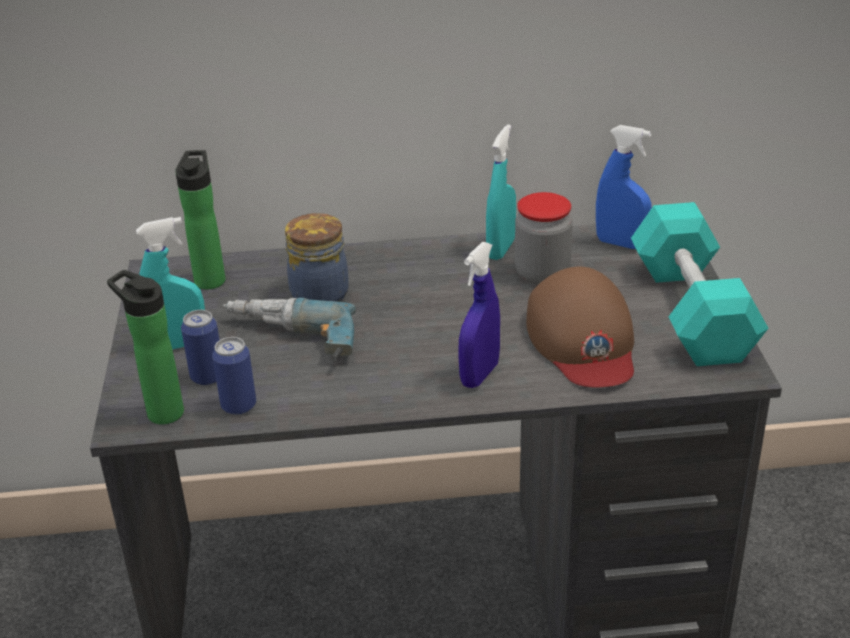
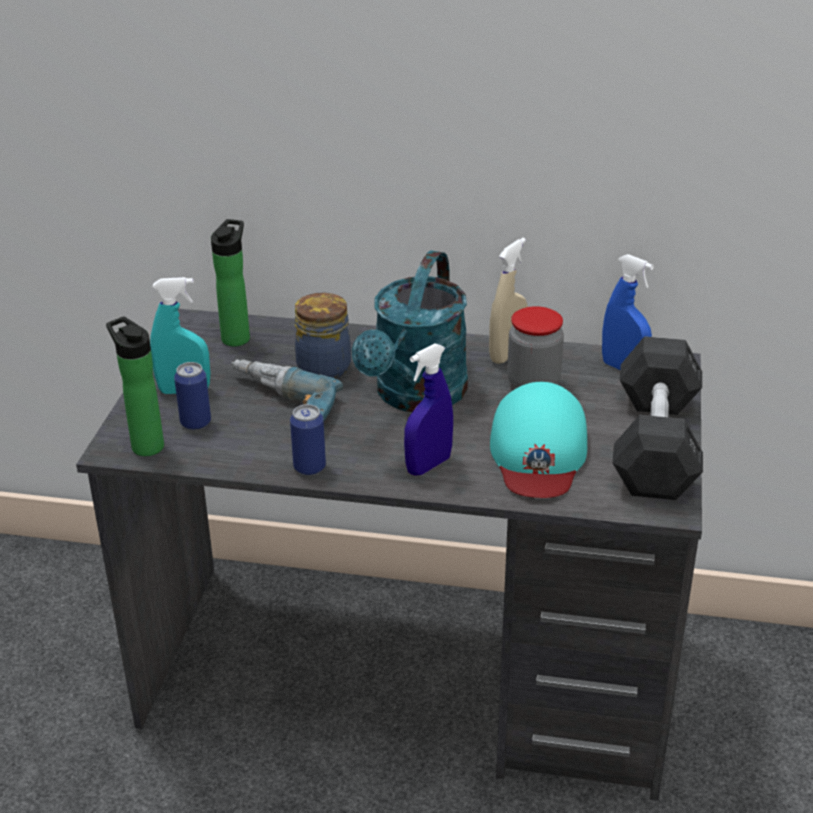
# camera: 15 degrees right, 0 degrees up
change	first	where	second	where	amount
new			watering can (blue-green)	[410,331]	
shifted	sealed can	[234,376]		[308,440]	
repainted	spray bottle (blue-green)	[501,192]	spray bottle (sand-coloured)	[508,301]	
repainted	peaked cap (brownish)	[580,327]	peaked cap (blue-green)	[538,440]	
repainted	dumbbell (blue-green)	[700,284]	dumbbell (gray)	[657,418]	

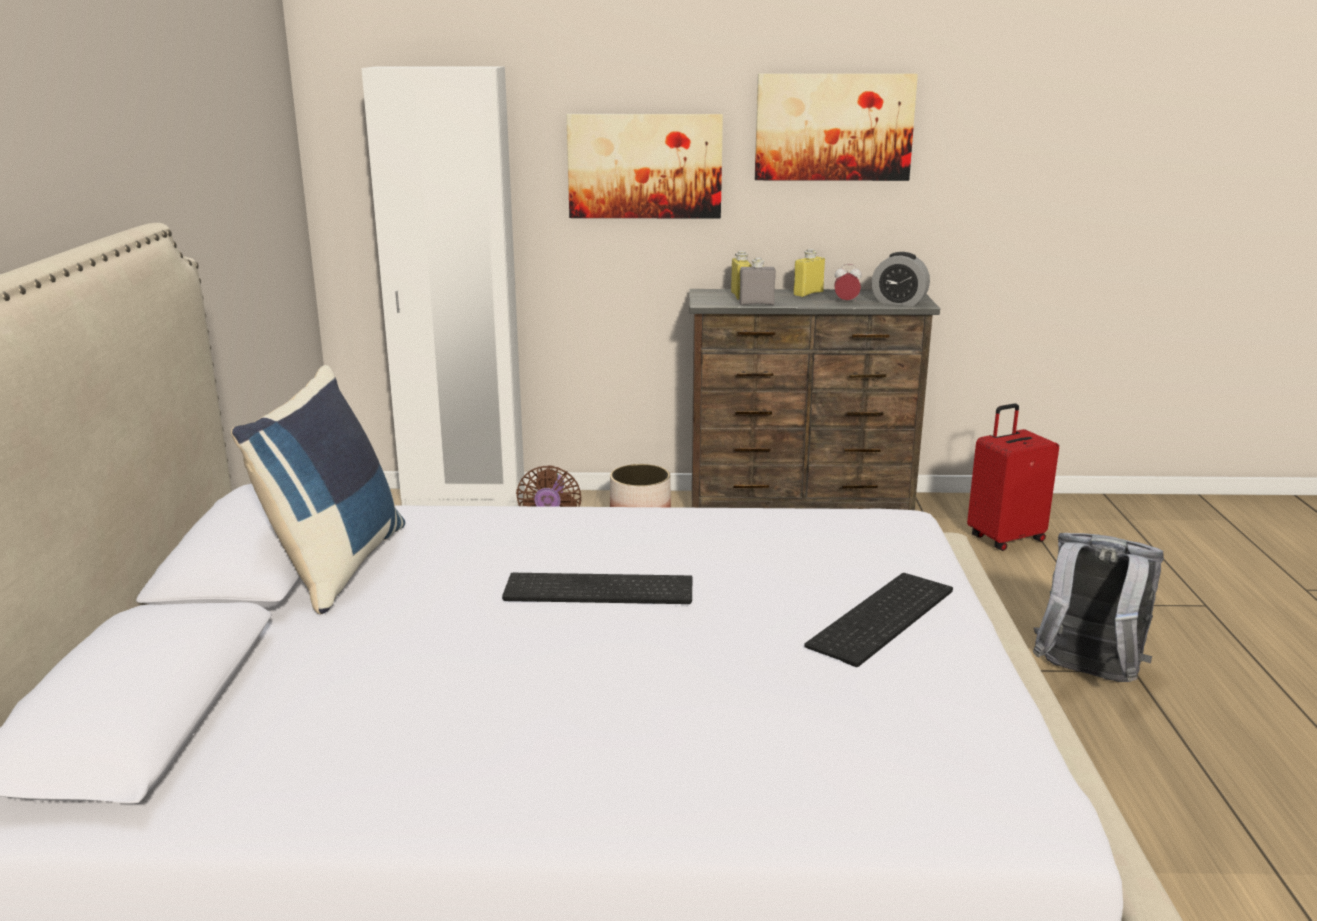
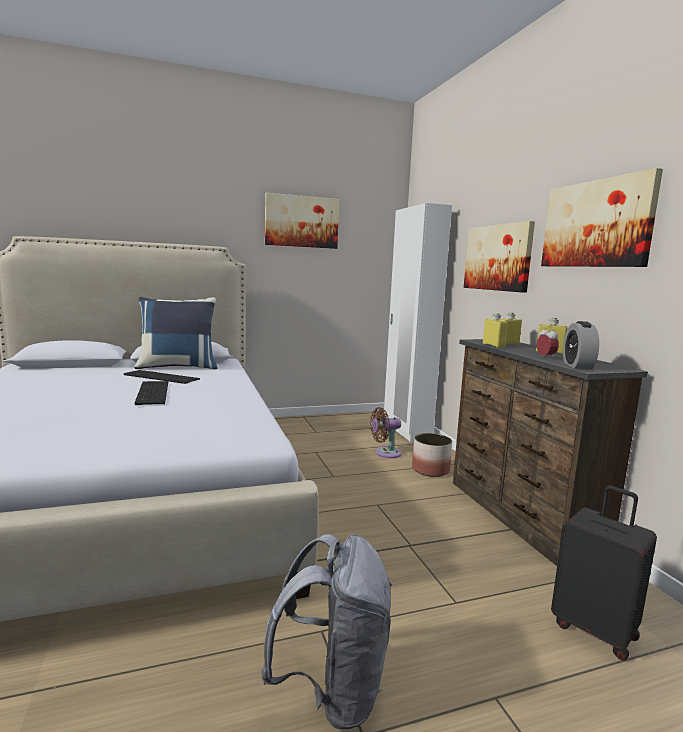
# camera: 70 degrees right, 10 degrees down
change	first	where	second	where	amount
new			wall art	[302,221]	
shifted	PC keyboard	[878,620]		[162,377]	
repainted	bottle (gray)	[757,281]	bottle (yellow-coloured)	[495,330]	
repainted	travel case (red)	[1013,477]	travel case (black)	[604,573]	

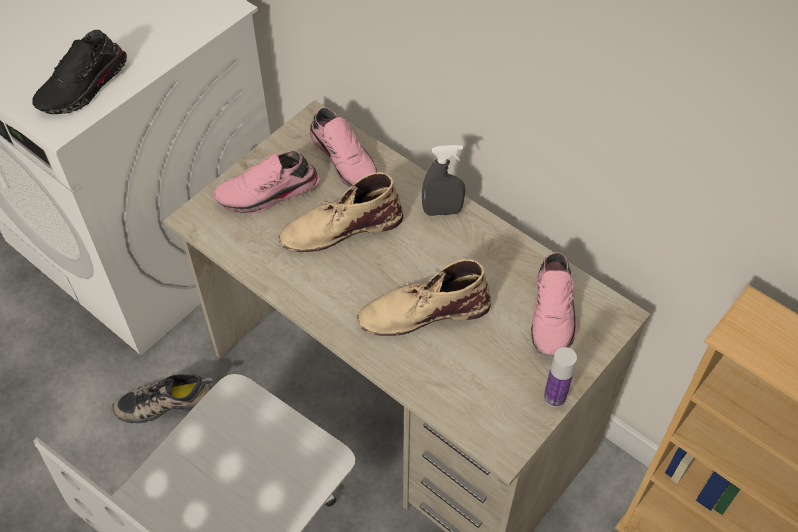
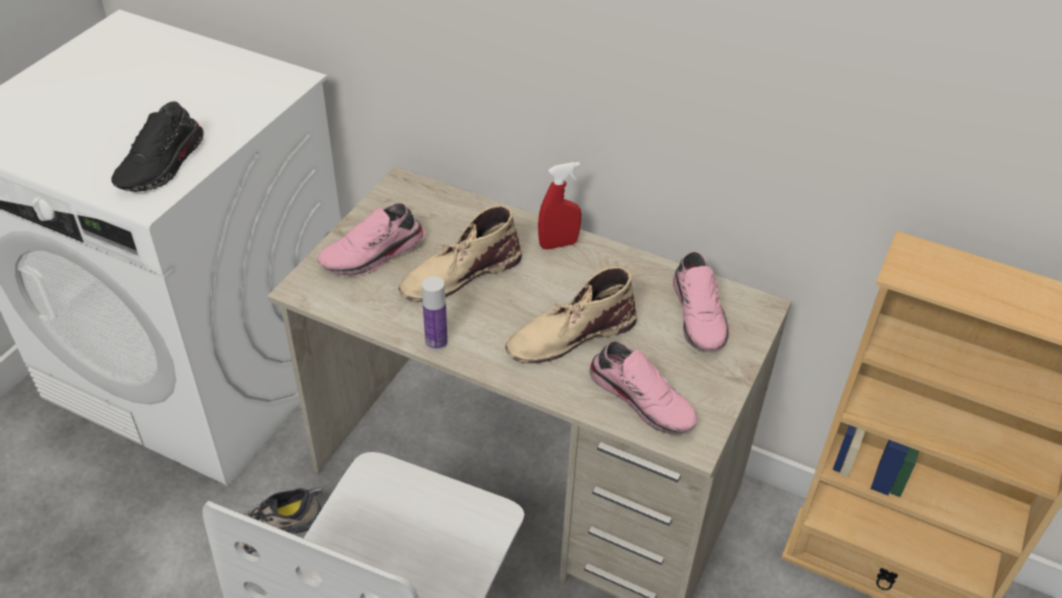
# camera: 15 degrees left, 10 degrees down
change	first	where	second	where	amount
shifted	shoe (pinkish)	[343,147]		[643,387]	
shifted	bottle	[560,377]		[435,313]	
repainted	spray bottle (gray)	[444,180]	spray bottle (red)	[559,206]	

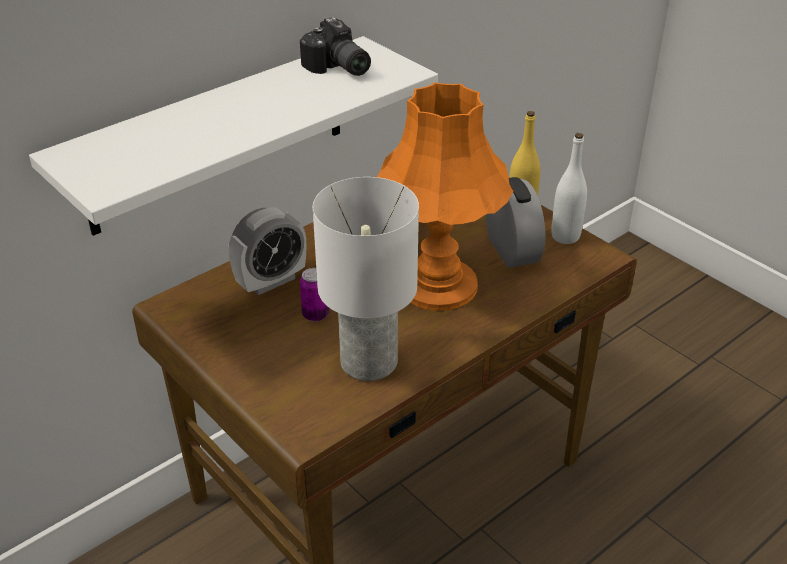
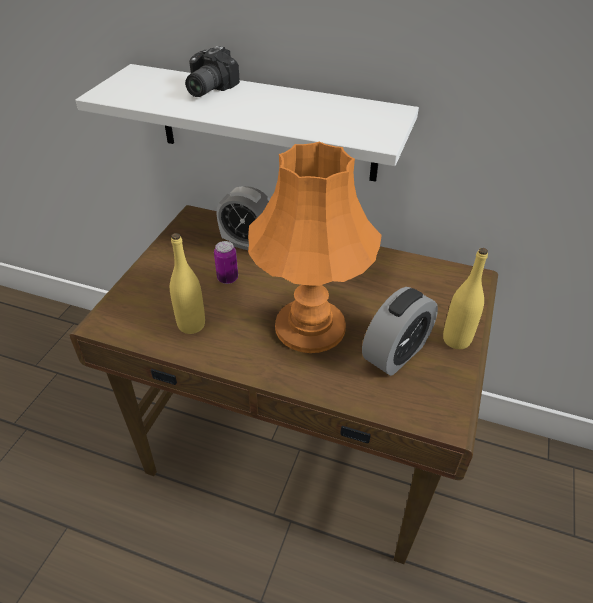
# camera: 60 degrees right, 5 degrees up
change	first	where	second	where	amount
gone	bottle (white-coloured)	[569,188]			
shifted	photo camera	[335,46]		[212,71]	
swapped	tabletop lamp (white-coloured)	[366,279]	bottle (yellow-coloured)	[187,283]	

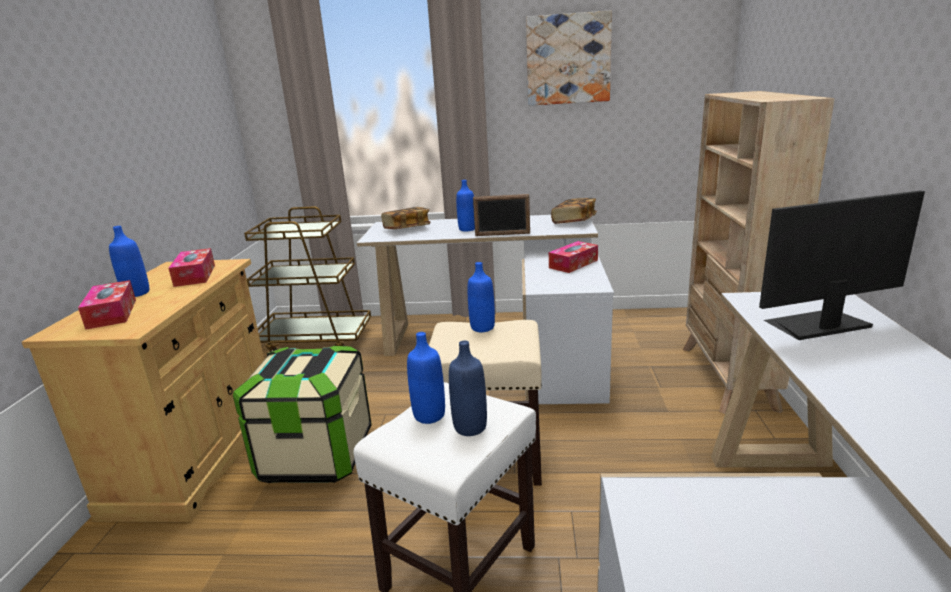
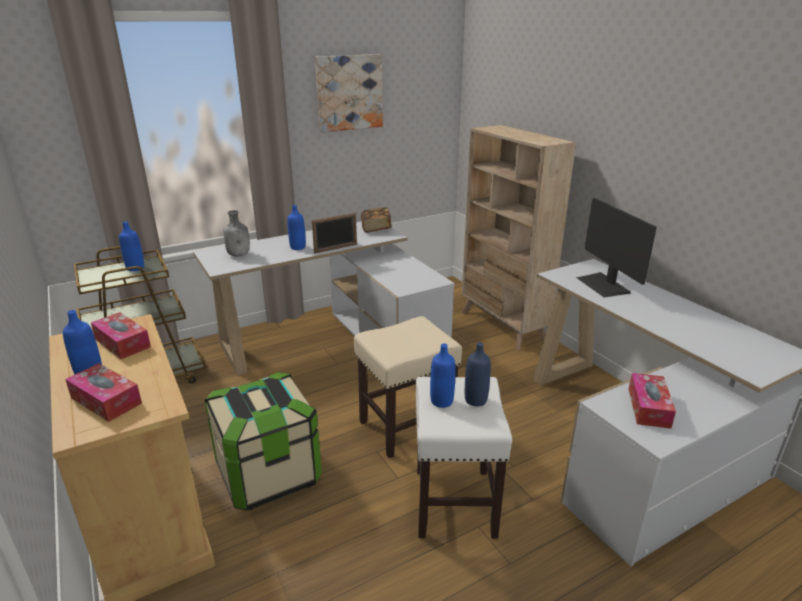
# camera: 35 degrees left, 5 degrees up
change	first	where	second	where	amount
shifted	bottle (blue-coloured)	[481,297]		[131,246]	
shifted	tissue holder	[573,257]		[652,401]	
swapped	bound book	[406,218]	bottle (gray)	[236,233]	
rotated	computer display	[842,265]		[616,247]	60 degrees counterclockwise

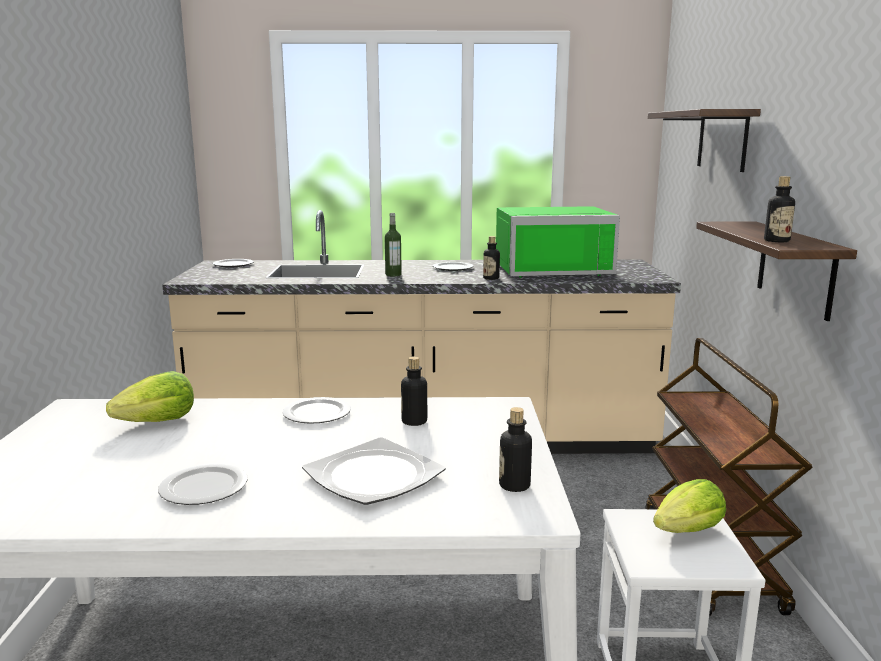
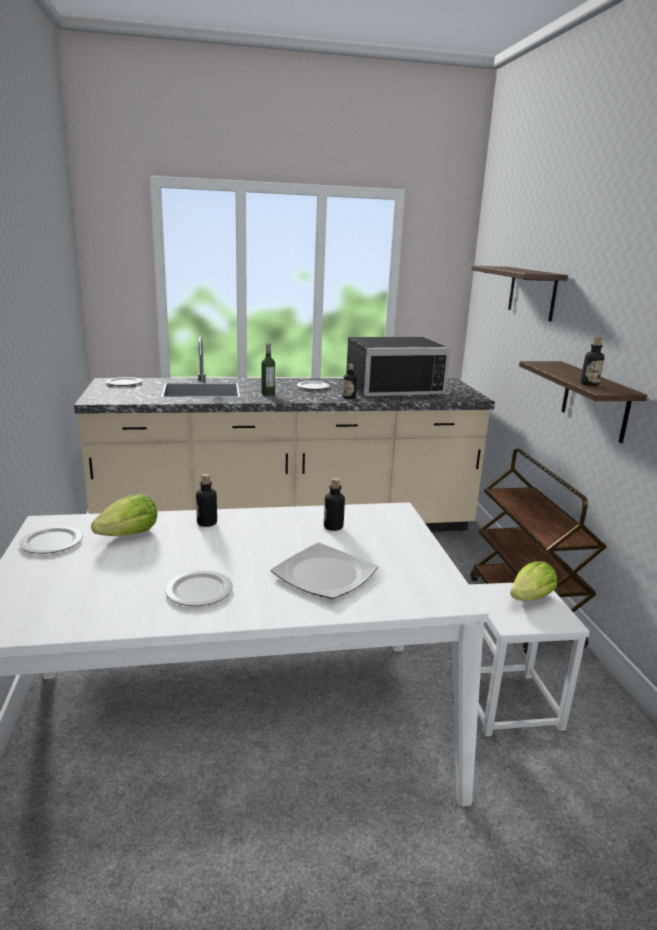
# camera: 10 degrees left, 5 degrees up
change	first	where	second	where	amount
shifted	flat dish	[316,410]		[51,540]	
shifted	bottle	[515,449]		[206,500]	
repainted	microwave oven (green)	[558,242]	microwave oven (black)	[398,367]	

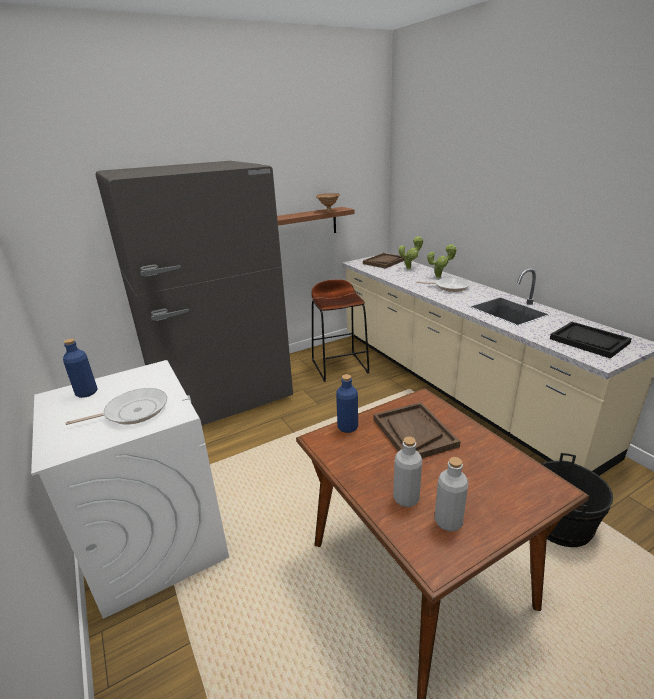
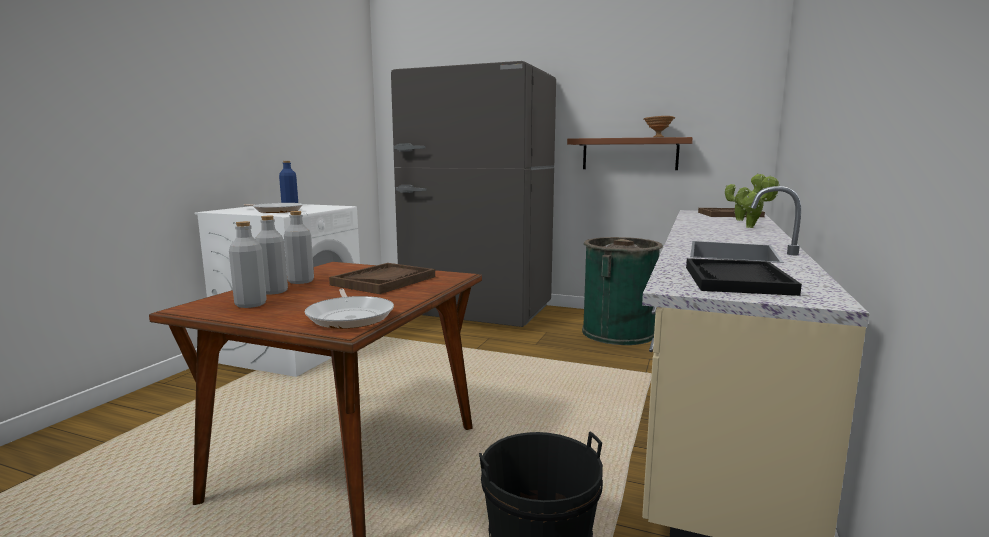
# camera: 50 degrees right, 15 degrees down
change	first	where	second	where	amount
gone	bottle (blue-coloured)	[347,403]			
new			bottle (gray)	[299,247]	
shifted	frying pan	[443,285]		[349,308]	
swapped	stool seat (brownish)	[340,330]	waste bin (green)	[622,291]	

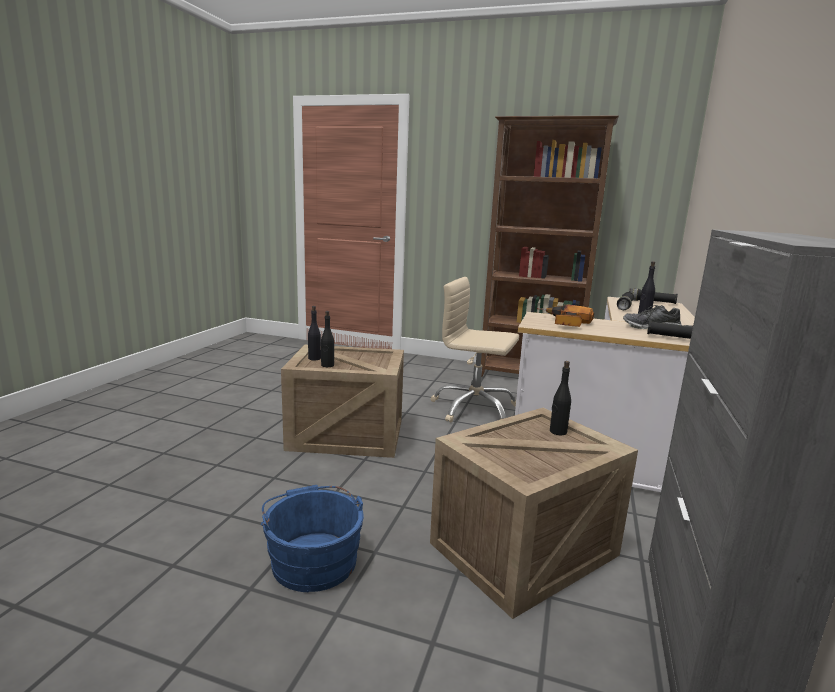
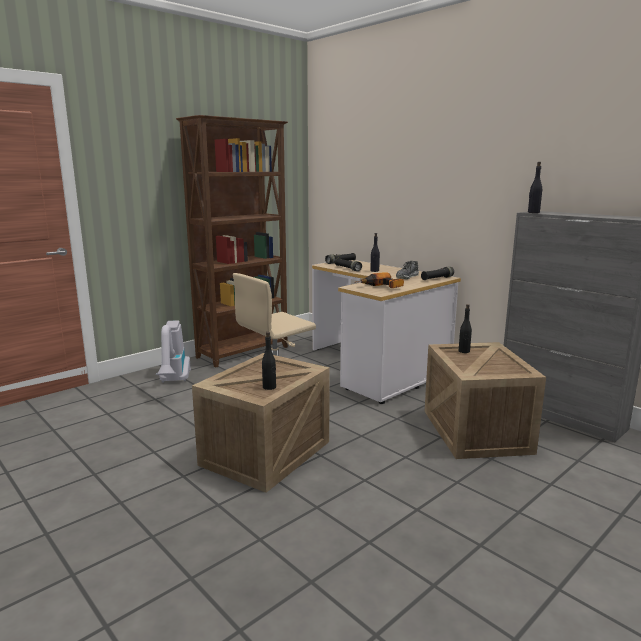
# camera: 60 degrees left, 0 degrees up
change	first	where	second	where	amount
gone	water bucket (blue-coloured)	[312,538]			
new			vacuum	[173,351]	
shifted	bottle (black)	[314,333]		[535,187]	

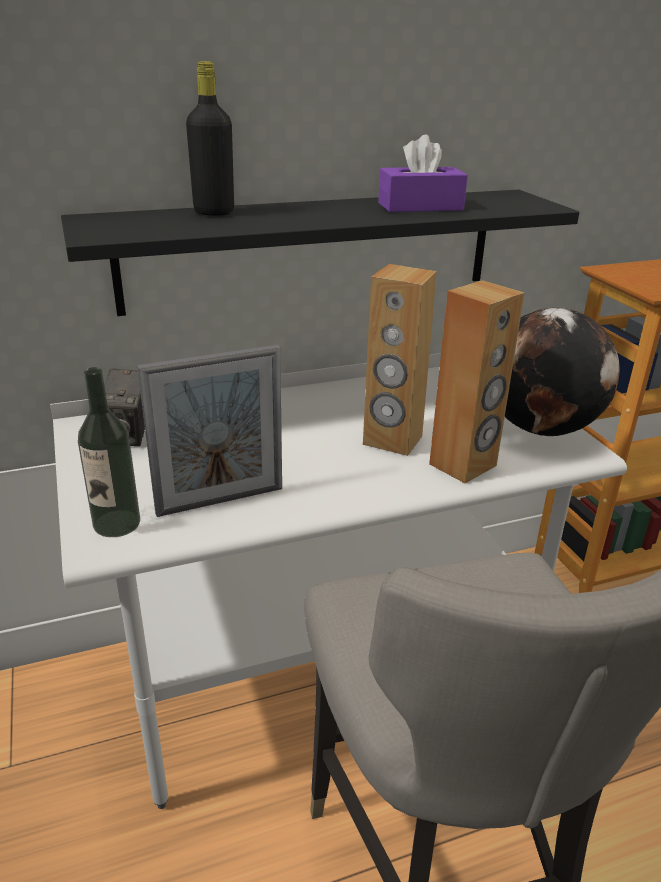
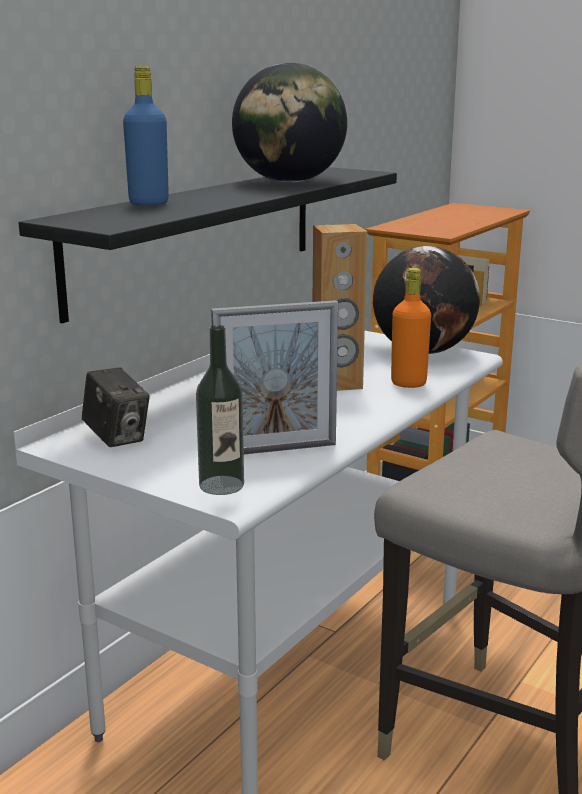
# camera: 35 degrees left, 10 degrees down
change	first	where	second	where	amount
swapped	tissue holder (purple-coloured)	[423,173]	desk globe	[289,123]	
swapped	loudspeaker (brownish)	[477,381]	bottle (orangey)	[411,328]	
repainted	bottle (black)	[210,138]	bottle (blue-coloured)	[146,136]	
rotated	photo frame	[209,431]		[274,377]	45 degrees clockwise

